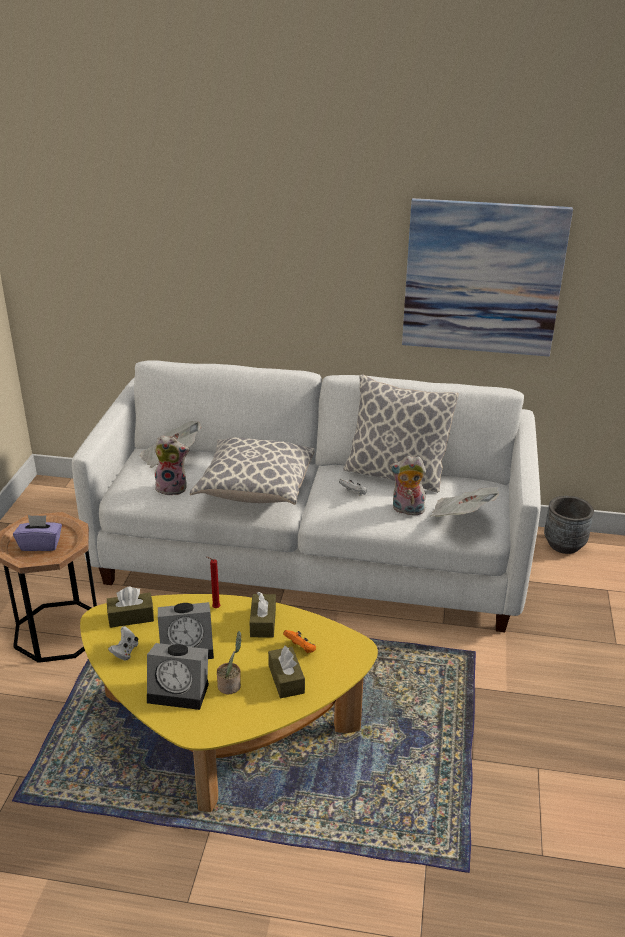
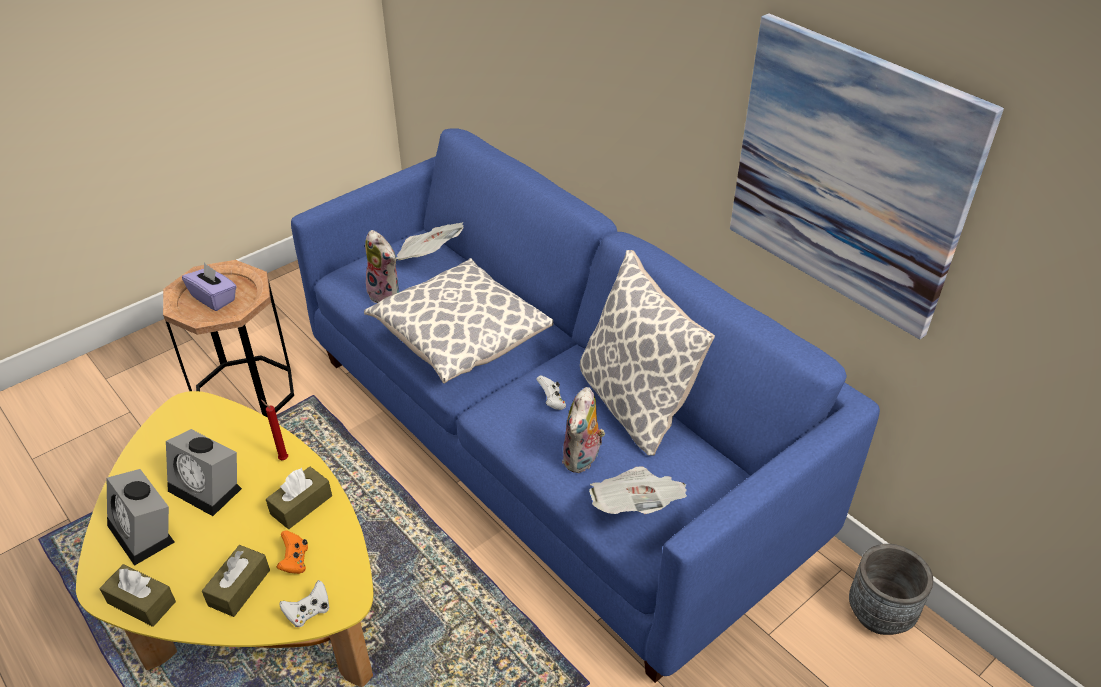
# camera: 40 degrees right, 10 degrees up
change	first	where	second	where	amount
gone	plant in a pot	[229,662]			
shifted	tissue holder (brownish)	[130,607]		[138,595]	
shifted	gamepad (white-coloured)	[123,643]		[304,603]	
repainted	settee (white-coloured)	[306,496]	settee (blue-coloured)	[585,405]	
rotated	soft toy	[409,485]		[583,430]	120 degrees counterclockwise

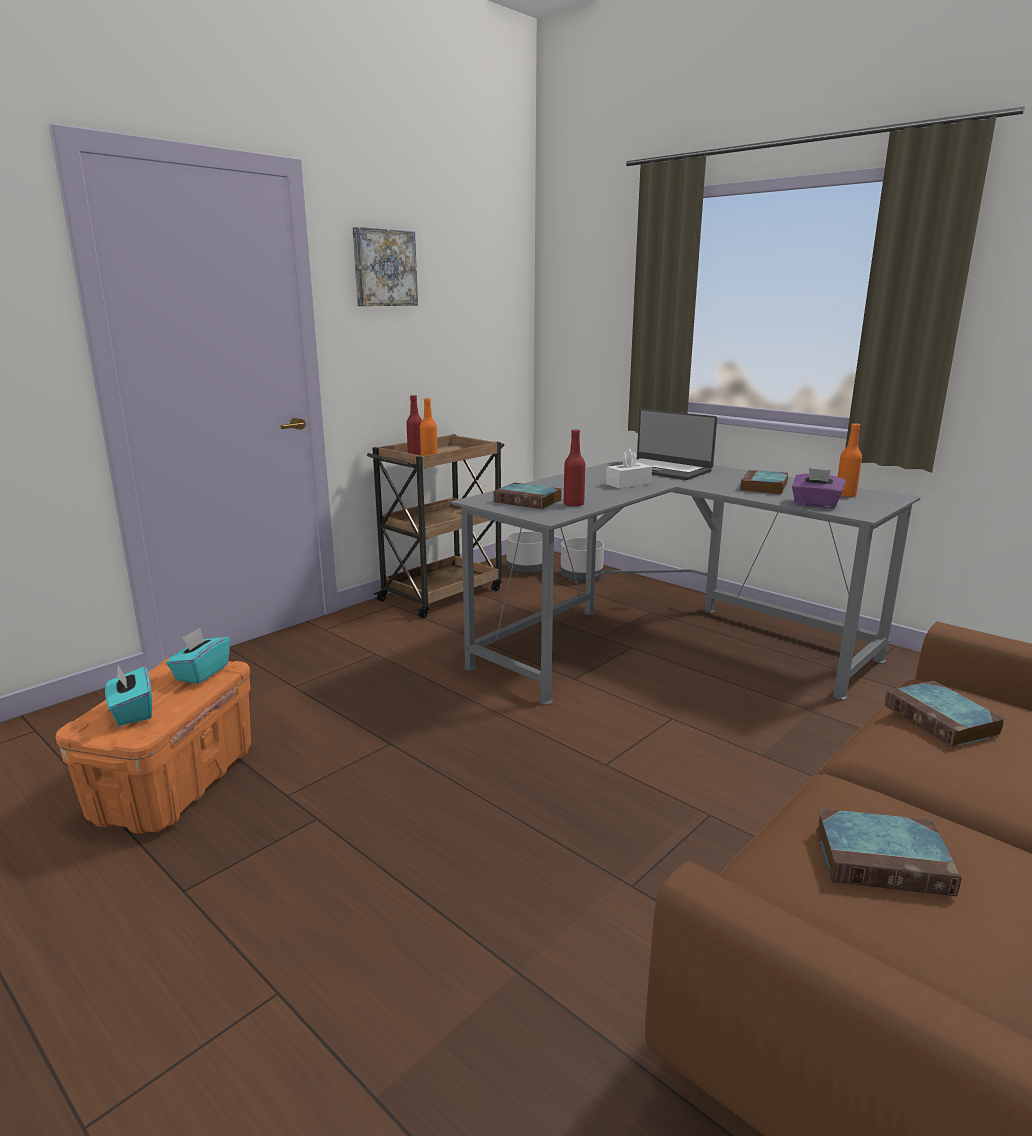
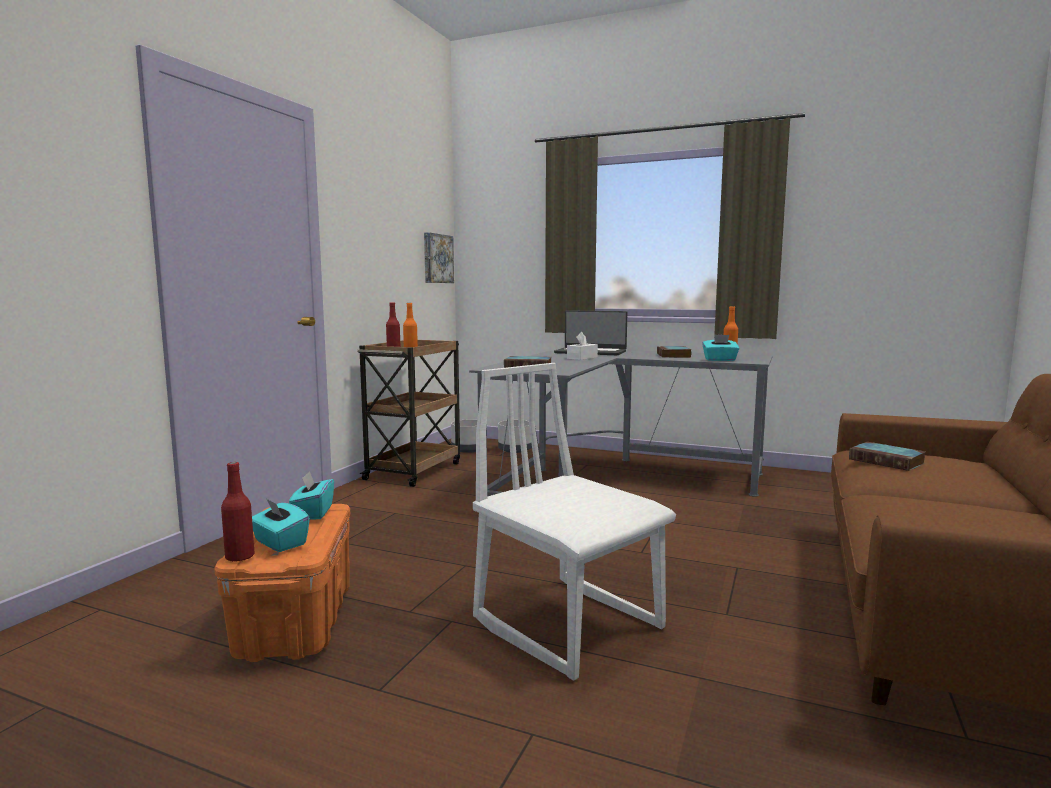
# camera: 20 degrees left, 10 degrees down
change	first	where	second	where	amount
gone	bound book	[888,852]			
new			upright chair (white-coloured)	[574,522]	
shifted	wall art	[385,266]		[439,257]	
shifted	bottle (red)	[574,468]		[238,512]	
repainted	tissue holder (purple-coloured)	[818,488]	tissue holder (blue-green)	[721,348]	

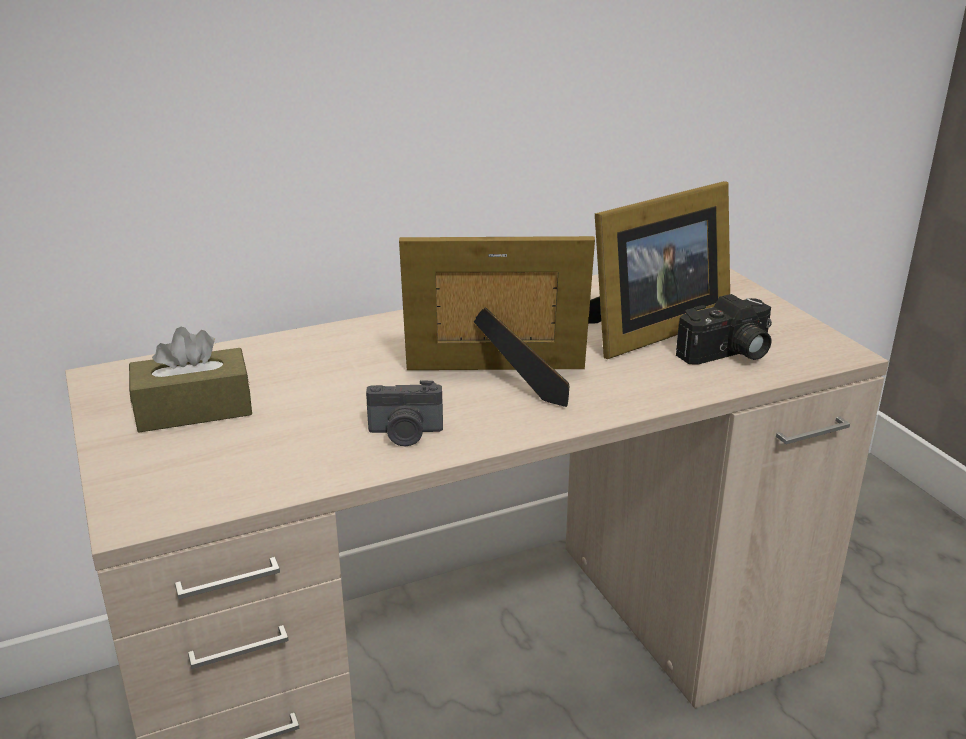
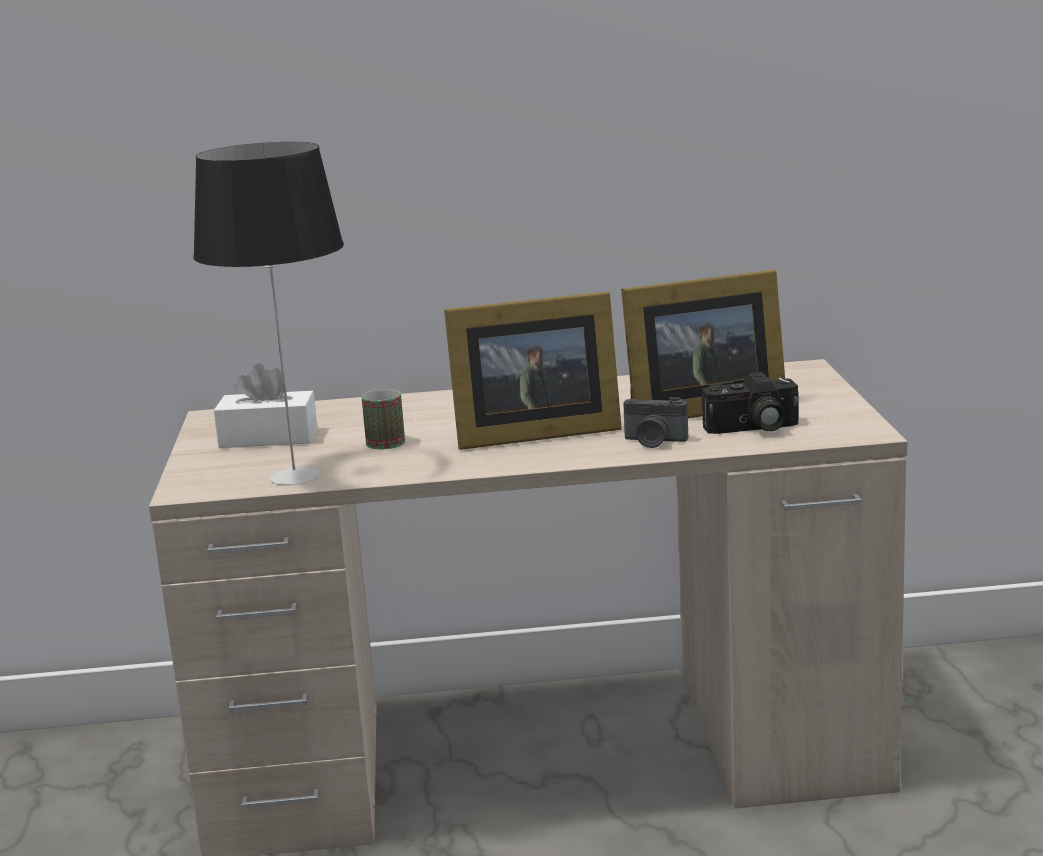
# camera: 20 degrees right, 10 degrees down
change	first	where	second	where	amount
new			tabletop lamp	[268,313]	
new			mug	[383,419]	
shifted	photo camera	[404,413]		[655,422]	
repainted	tissue holder (brownish)	[190,379]	tissue holder (white-coloured)	[265,405]	
rotated	photo frame	[497,321]		[533,370]	150 degrees clockwise

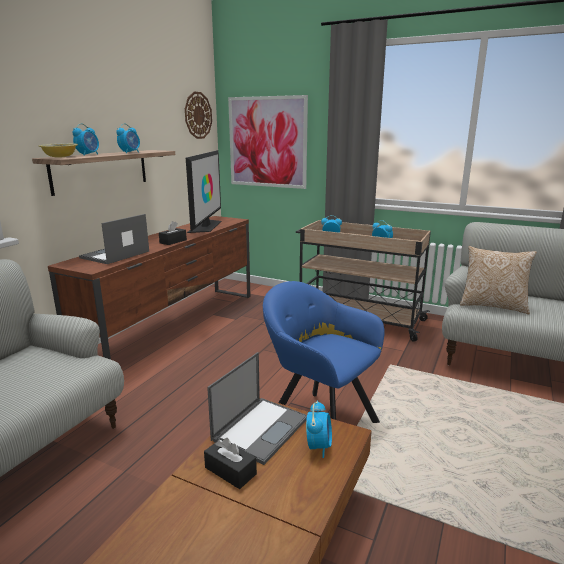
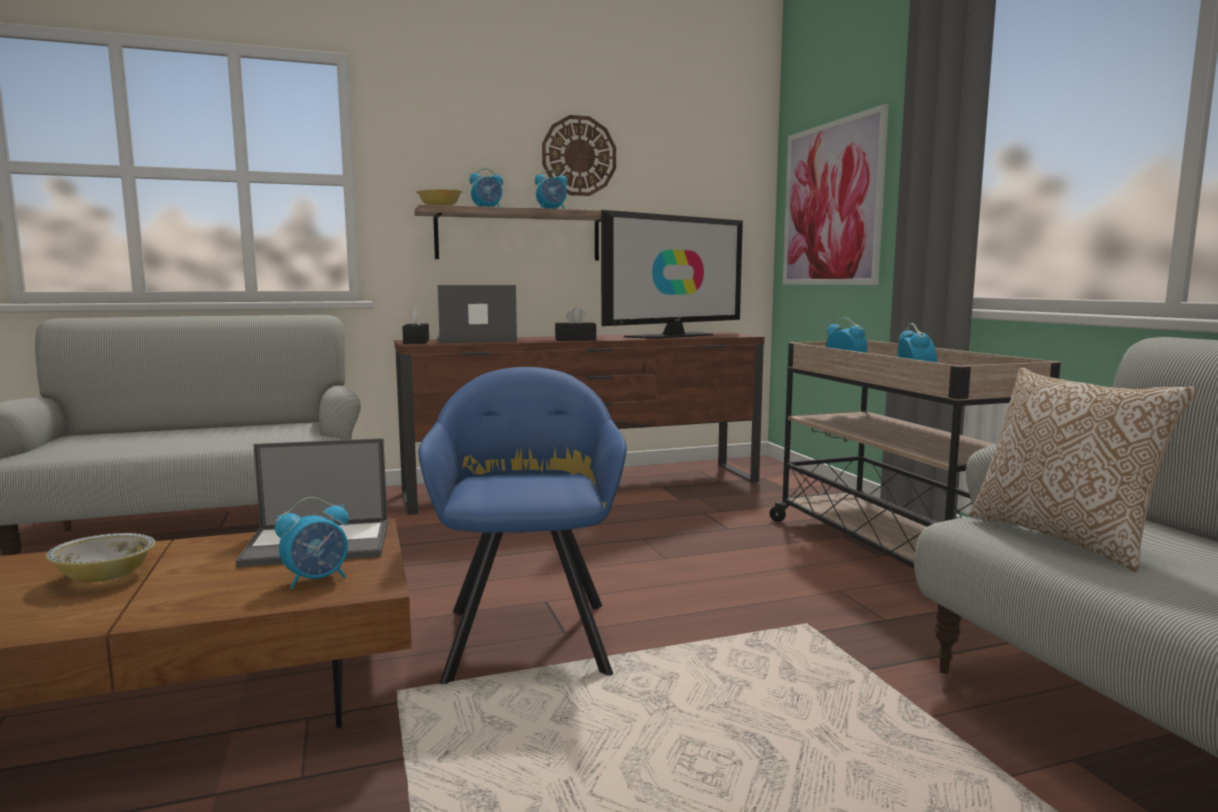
# camera: 45 degrees right, 10 degrees down
change	first	where	second	where	amount
new			deep dish	[100,557]	
shifted	hanging clock	[198,115]		[579,155]	
shifted	tissue holder (black)	[230,463]		[415,326]	

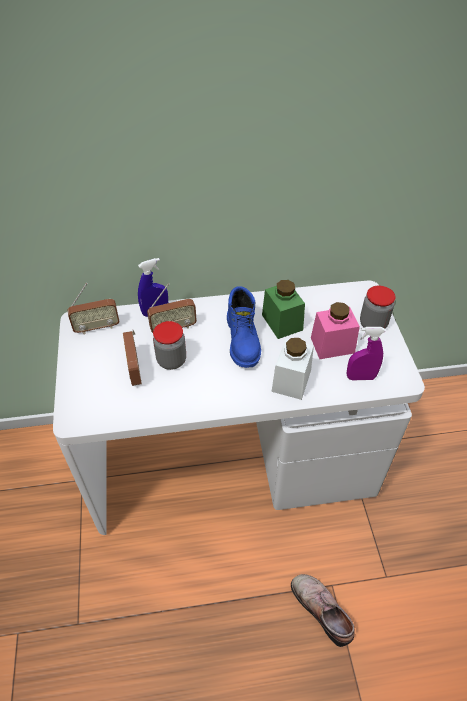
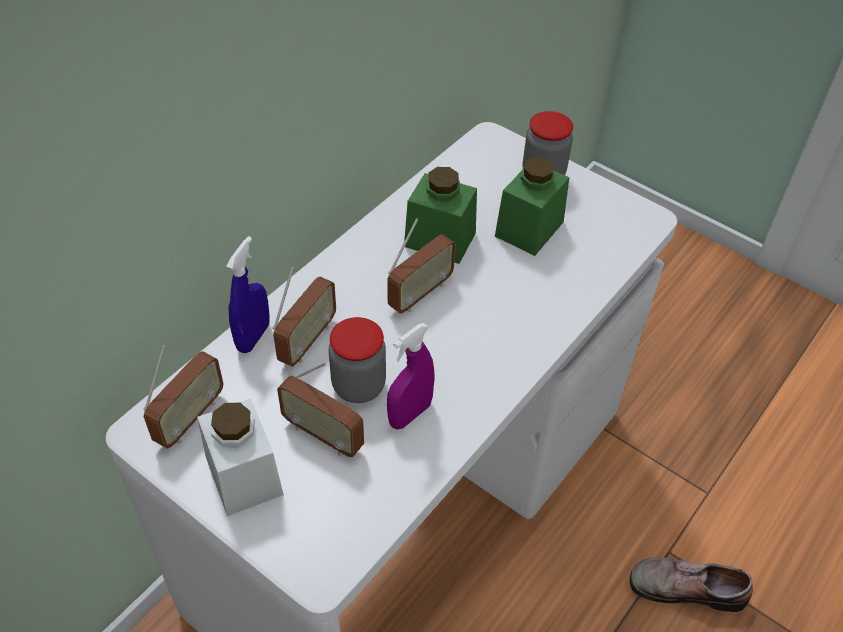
# camera: 45 degrees left, 0 degrees up
change	first	where	second	where	amount
shifted	jar (white-coloured)	[292,369]		[240,457]	
shifted	spray bottle (purple-coloured)	[366,353]		[411,376]	
swapped	high-top boot (blue-coloured)	[244,327]	radio	[422,265]	
repainted	jar (pinkish)	[335,330]	jar (green)	[532,206]	

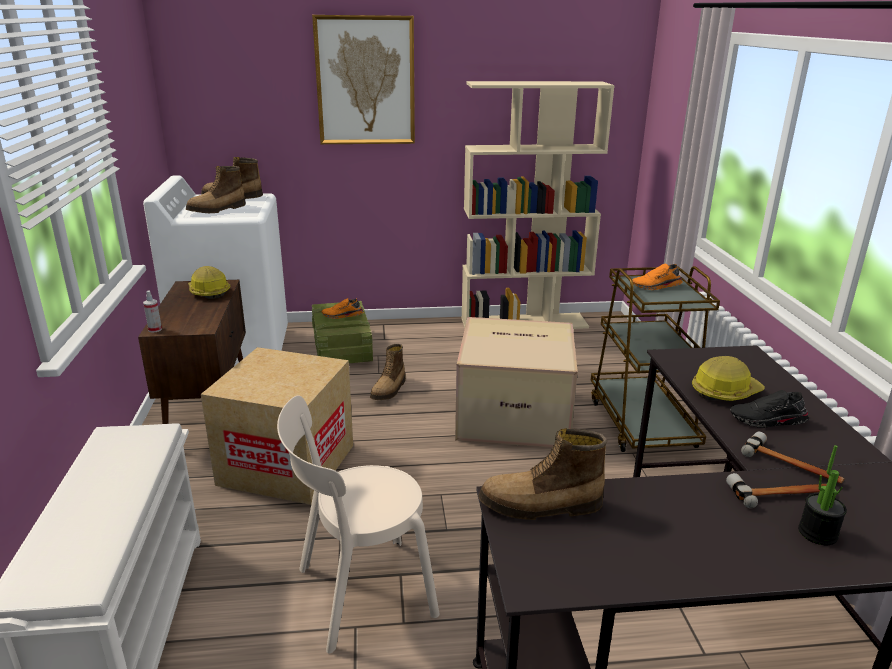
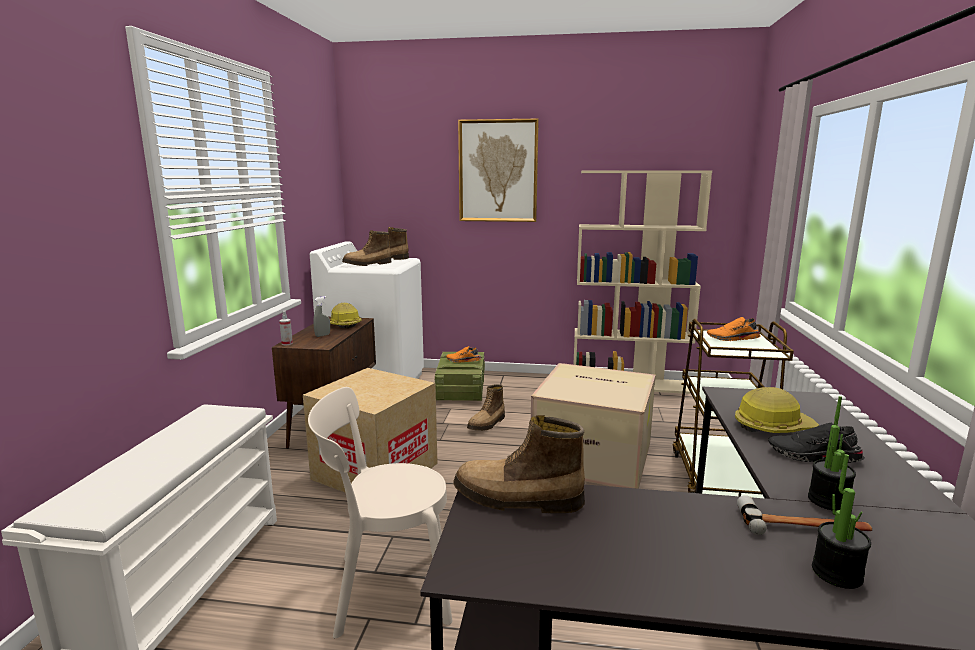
# camera: 15 degrees right, 10 degrees down
change	first	where	second	where	amount
new			spray bottle (gray)	[321,316]	
swapped	hammer	[793,458]	plant in a pot	[832,453]	

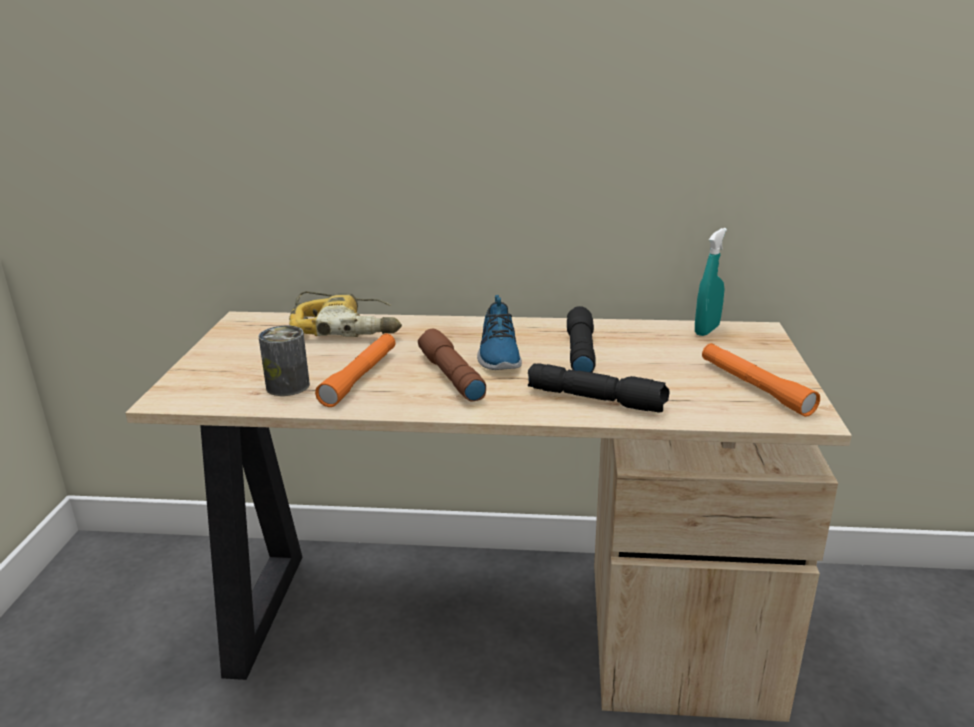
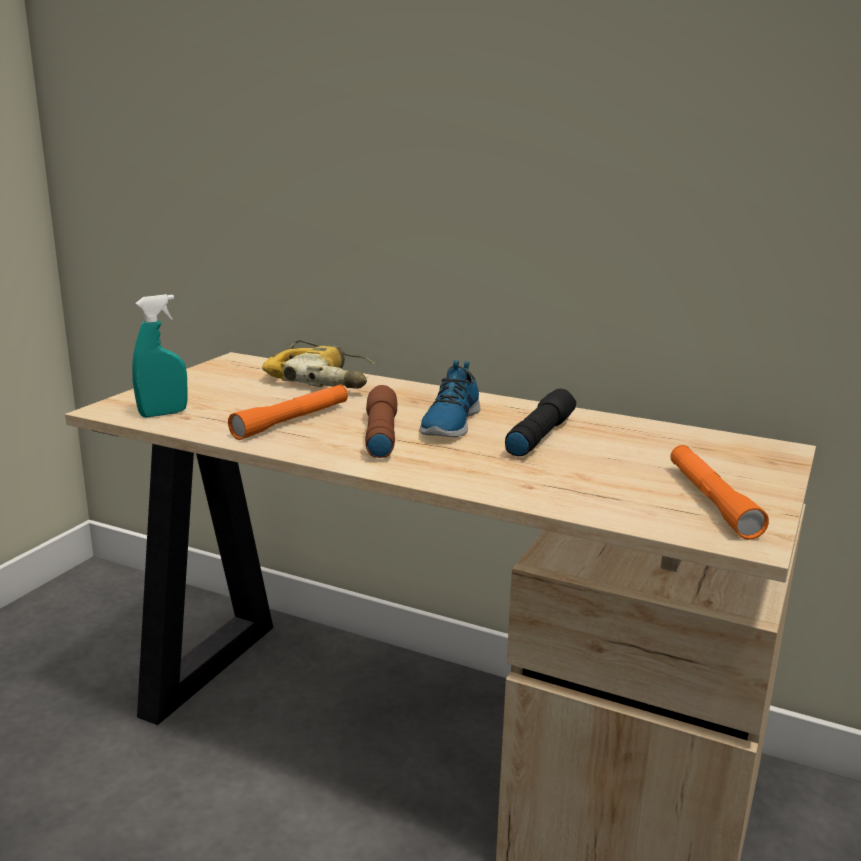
# camera: 20 degrees right, 5 degrees down
change	first	where	second	where	amount
gone	sealed can	[284,361]			
gone	flashlight (black)	[599,387]			
shifted	spray bottle (blue-green)	[711,282]		[159,355]	

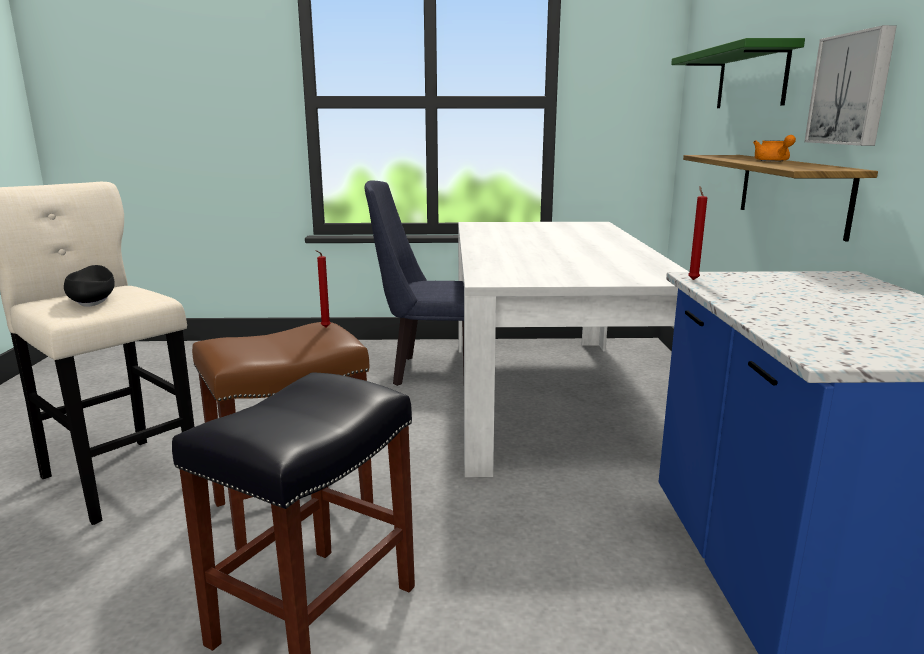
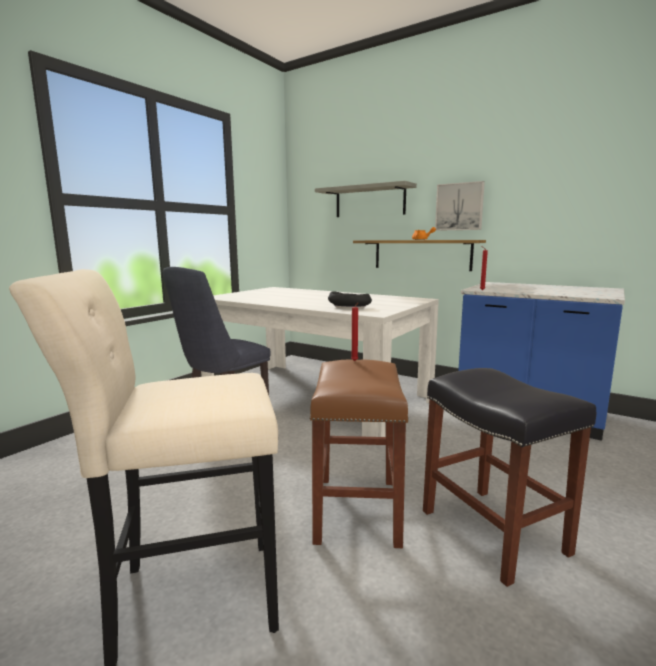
# camera: 55 degrees left, 5 degrees down
change	first	where	second	where	amount
shifted	deep dish (black)	[89,286]		[350,300]	
repainted	shelf (green)	[738,73]	shelf (gray)	[366,199]	

